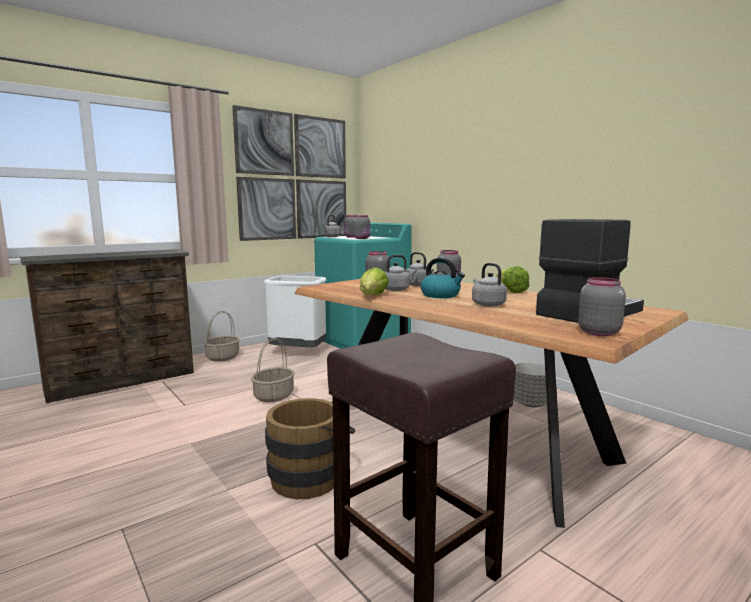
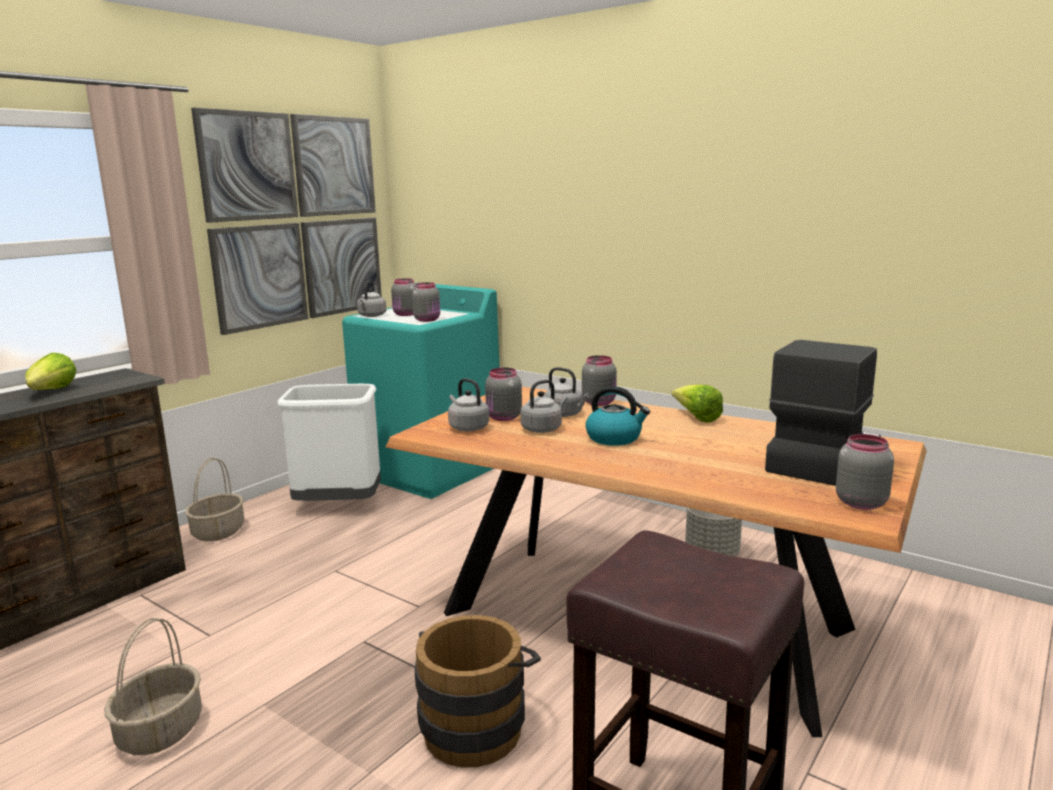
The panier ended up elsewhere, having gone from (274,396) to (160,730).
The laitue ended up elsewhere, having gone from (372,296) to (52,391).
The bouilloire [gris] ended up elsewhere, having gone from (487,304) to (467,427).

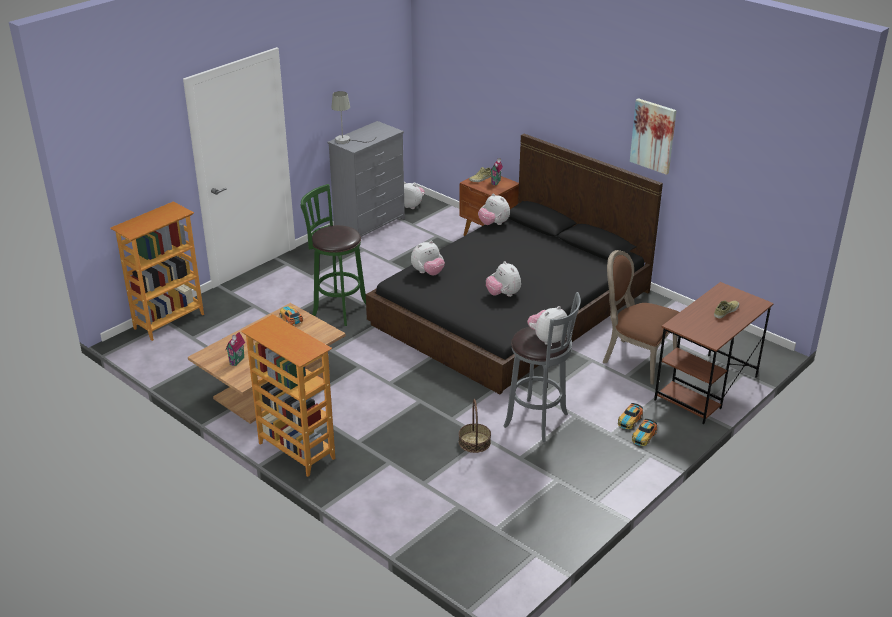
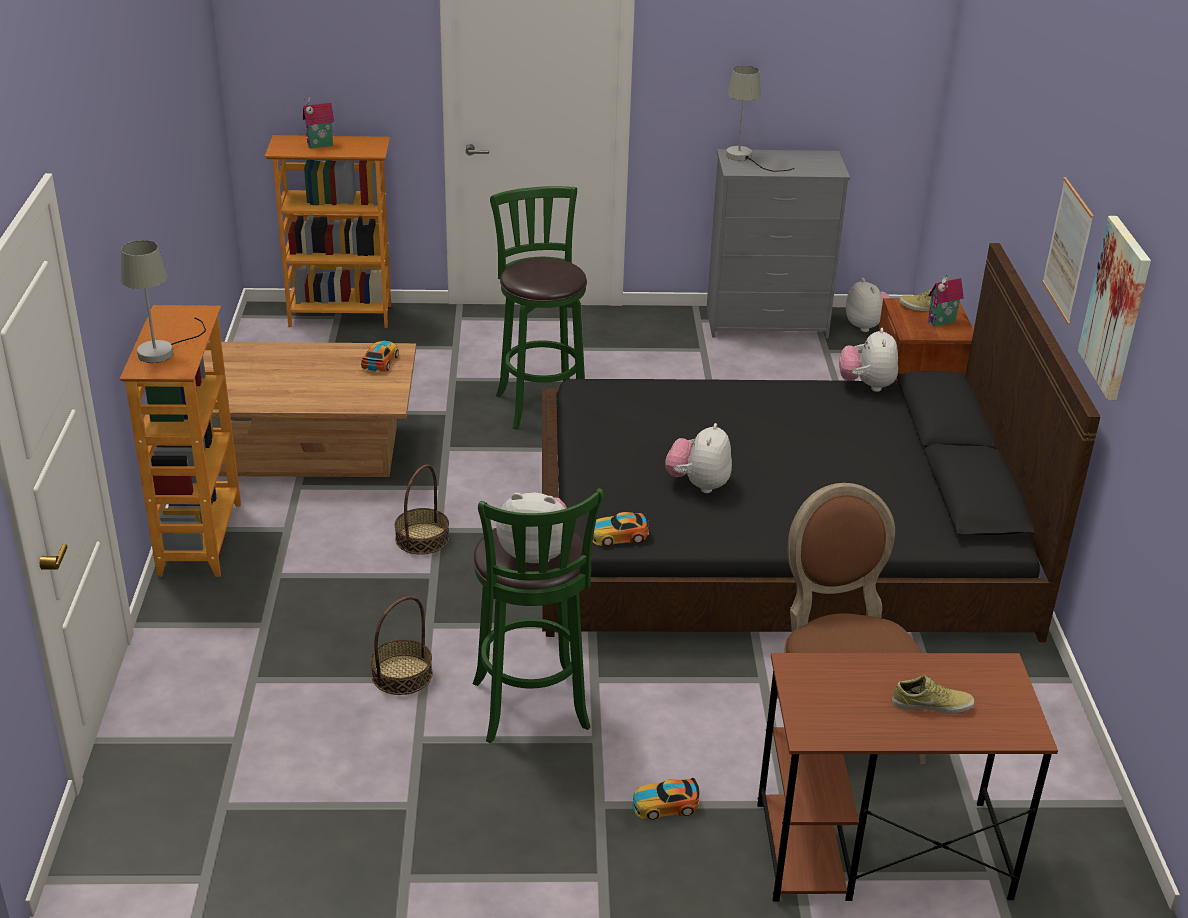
The second view lost the peluche at (428,273).
The second view gained the lampe de table [gris] at (163,350).
The second view gained the panier at (422,538).
The second view gained the tableau at (1067,250).
The maison miniature ended up elsewhere, having gone from (238,361) to (320,145).
The petite voiture ended up elsewhere, having gone from (644,436) to (618,535).
What was the tabouret [gris] at (539,421) turned into the tabouret [vert] at (532,710).

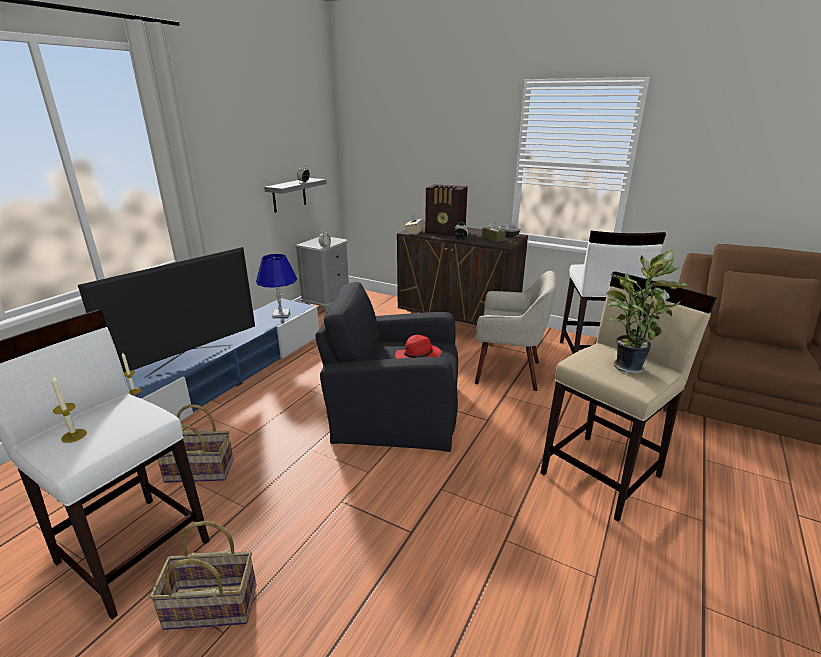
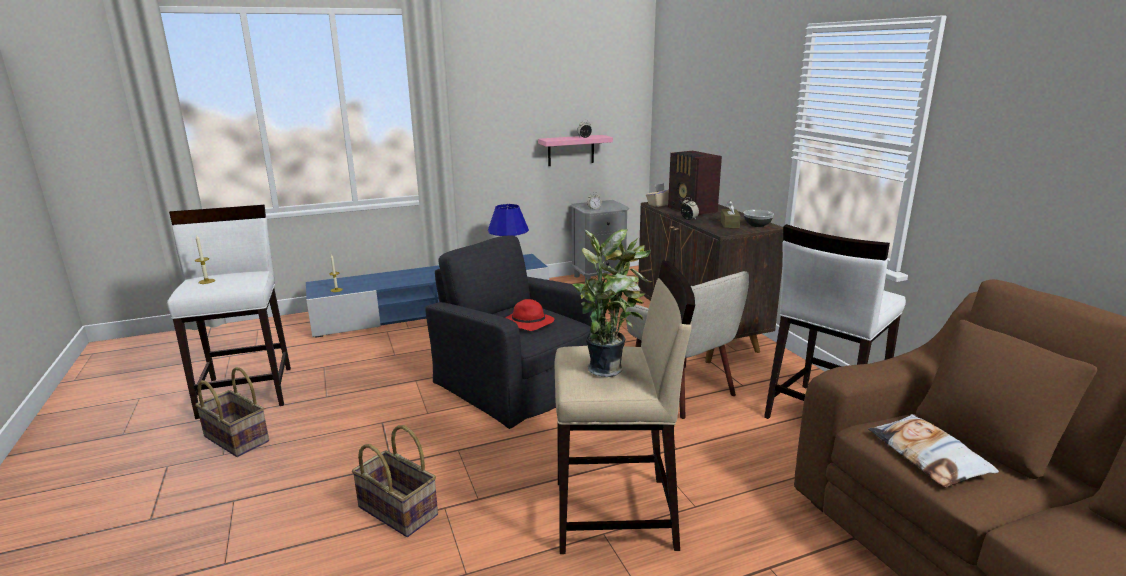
The second view lost the téléviseur at (190,360).
The second view gained the coussin at (928,456).
The panier ended up elsewhere, having gone from (200,470) to (399,510).
What was the étagère [gris] at (289,195) turned into the étagère [rose] at (571,150).

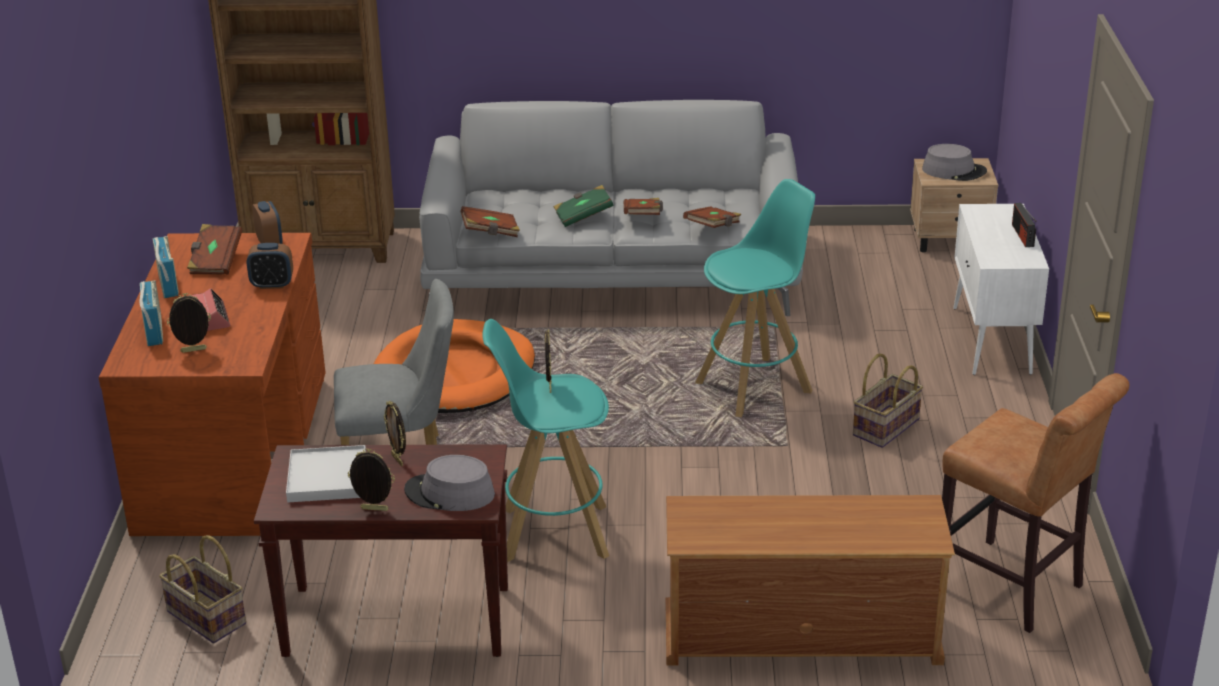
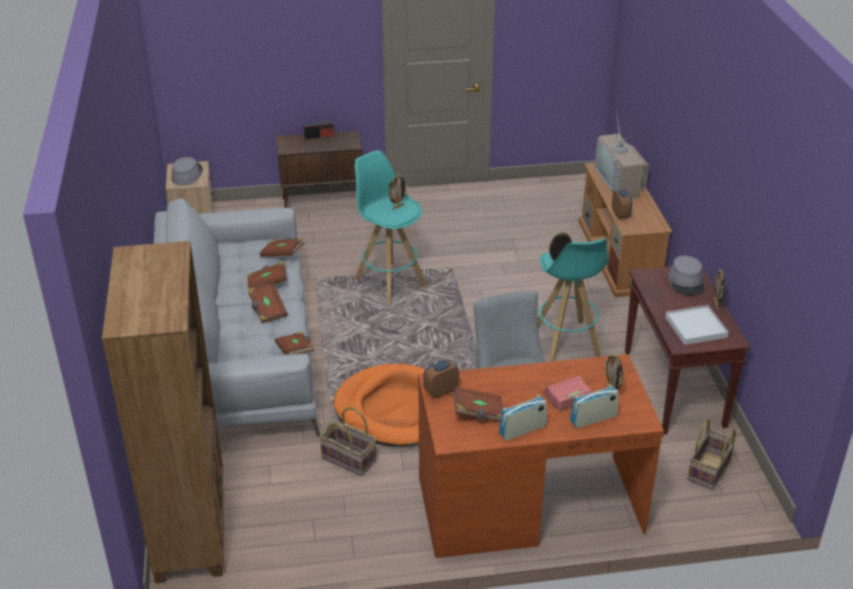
The second view lost the tabouret [marron] at (1015,590).
The second view gained the téléviseur at (620,183).
The réveil ended up elsewhere, having gone from (272,284) to (620,215).
The cadre photo ended up elsewhere, having gone from (398,460) to (397,207).
The panier ended up elsewhere, having gone from (886,428) to (349,459).
What was the livre [vert] at (583,216) turned into the livre [marron] at (267,310).
What was the meuble de rangement [blanc] at (992,341) turned into the meuble de rangement [marron] at (323,204).

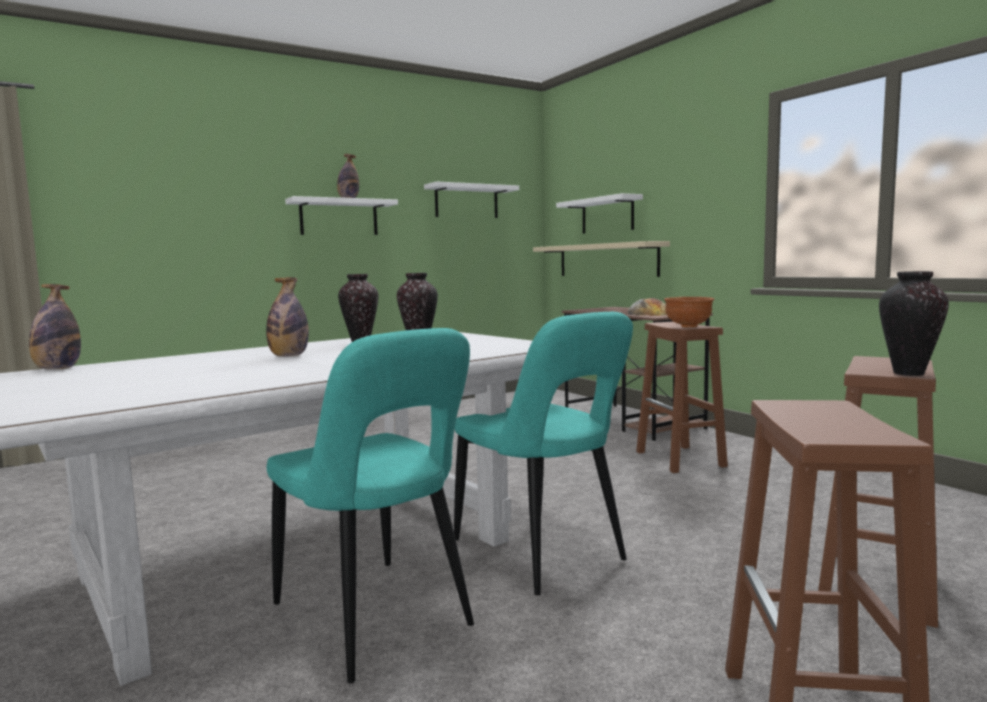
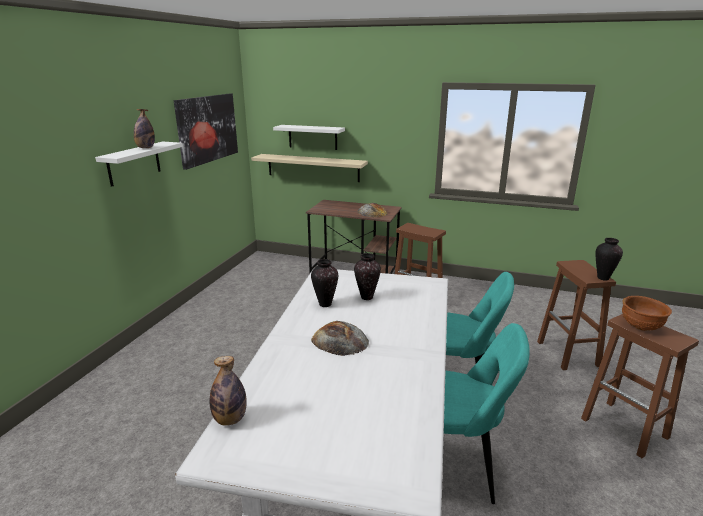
The bol [marron] ended up elsewhere, having gone from (688,326) to (641,327).
Where the bouteille stood at (289,356), the pain came to stand at (340,341).
Where the étagère [blanc] hung at (466,201), the tableau came to hang at (207,129).

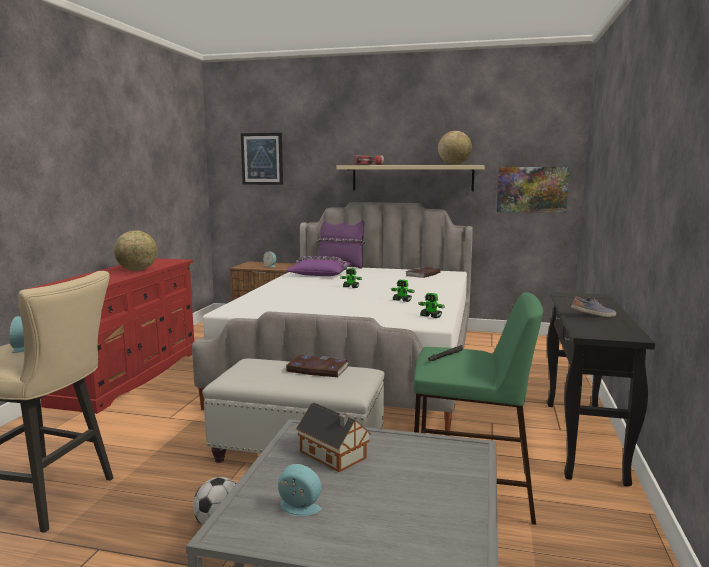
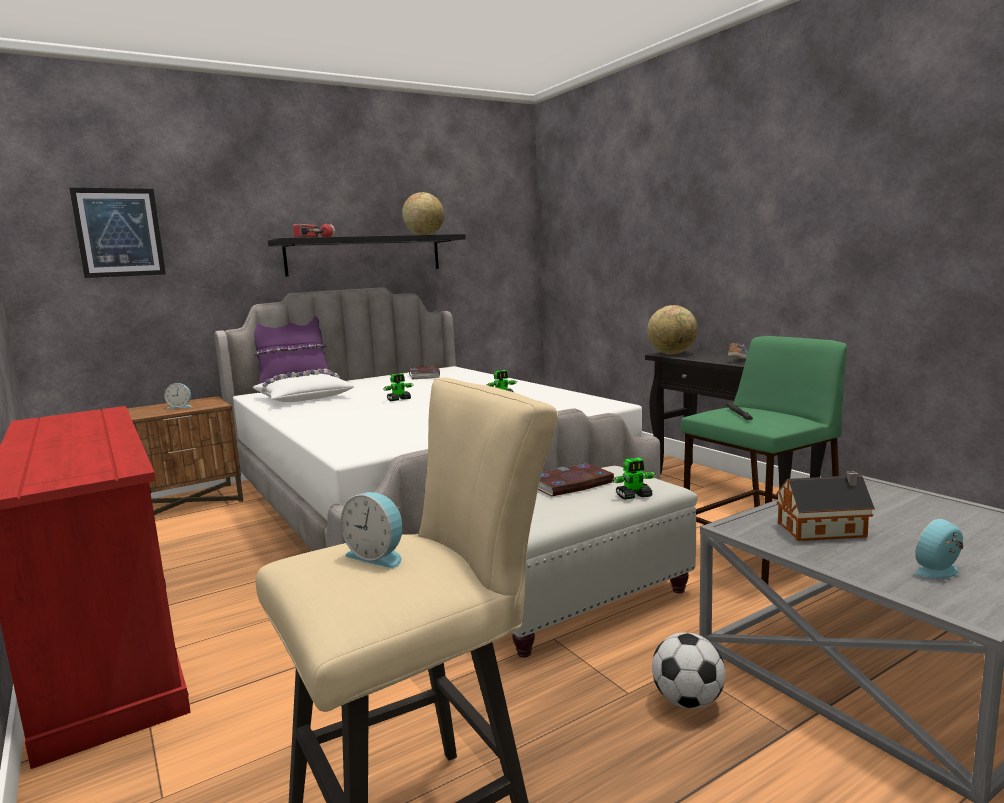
The second view lost the tableau at (532,189).
The globe ended up elsewhere, having gone from (137,270) to (672,354).
The robot jouet ended up elsewhere, having gone from (431,316) to (634,496).
What was the coussin [violet] at (320,274) turned into the coussin [blanc] at (303,397).
What was the étagère [beige] at (412,178) turned into the étagère [noir] at (365,255).

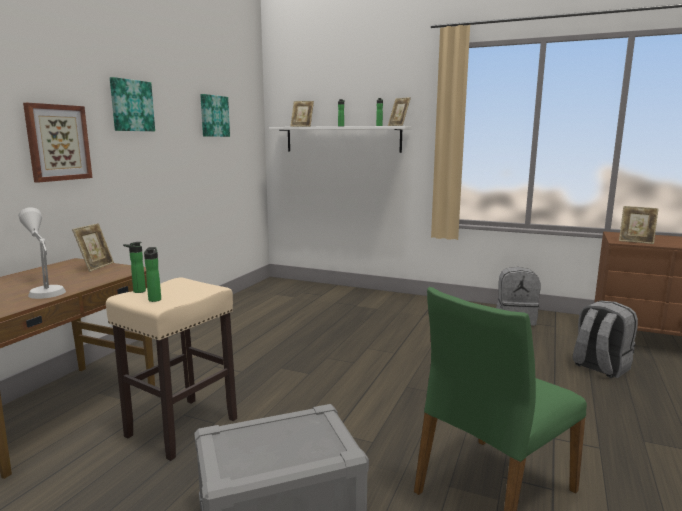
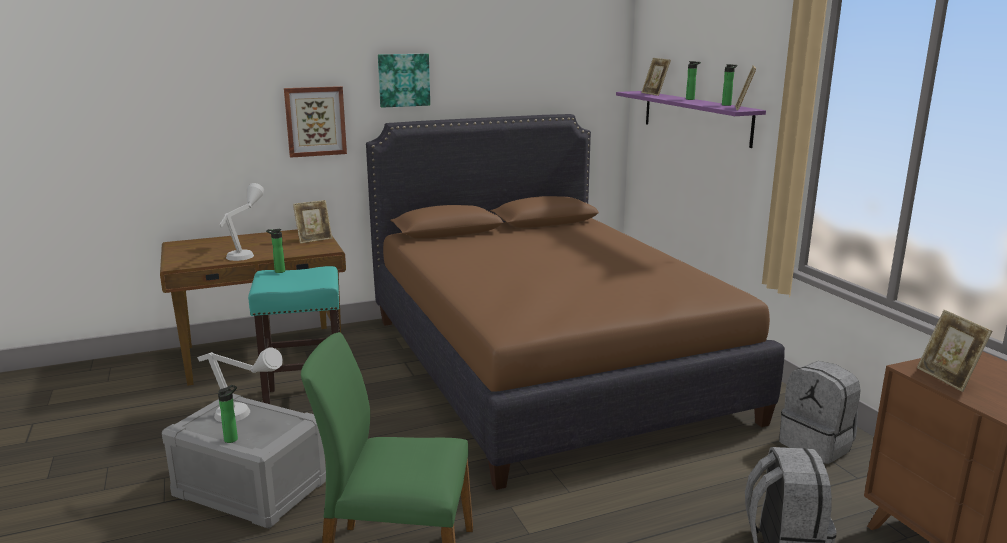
The second view lost the tableau at (214,116).
The second view gained the lampe de table [gris] at (245,418).
The second view gained the lit [marron] at (546,366).
The bouteille ended up elsewhere, having gone from (155,299) to (232,438).
What was the tabouret [beige] at (181,428) turned into the tabouret [turquoise] at (305,400).
What was the étagère [blanc] at (342,139) turned into the étagère [violet] at (695,117).

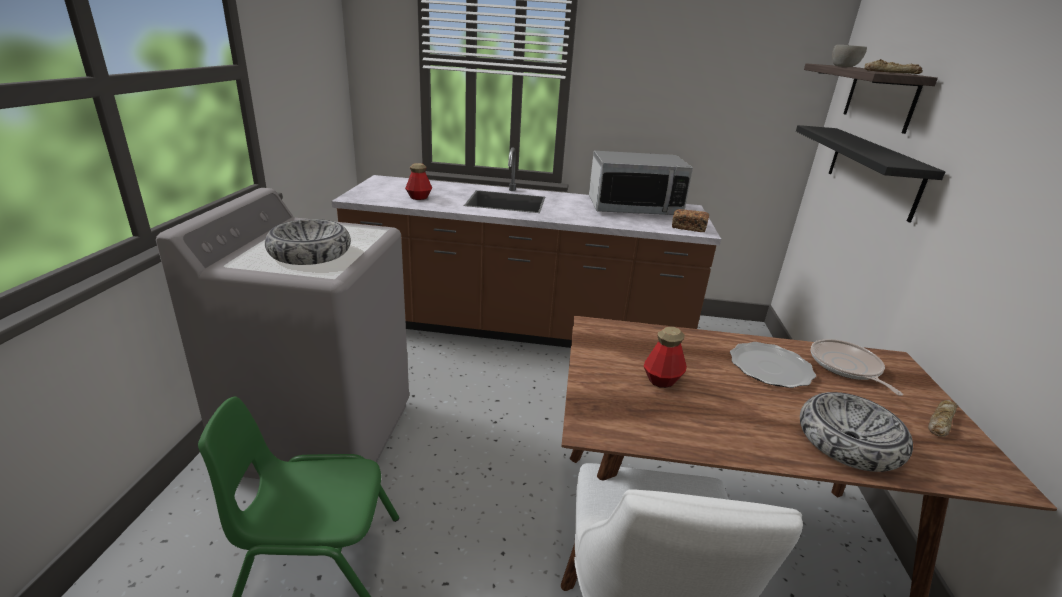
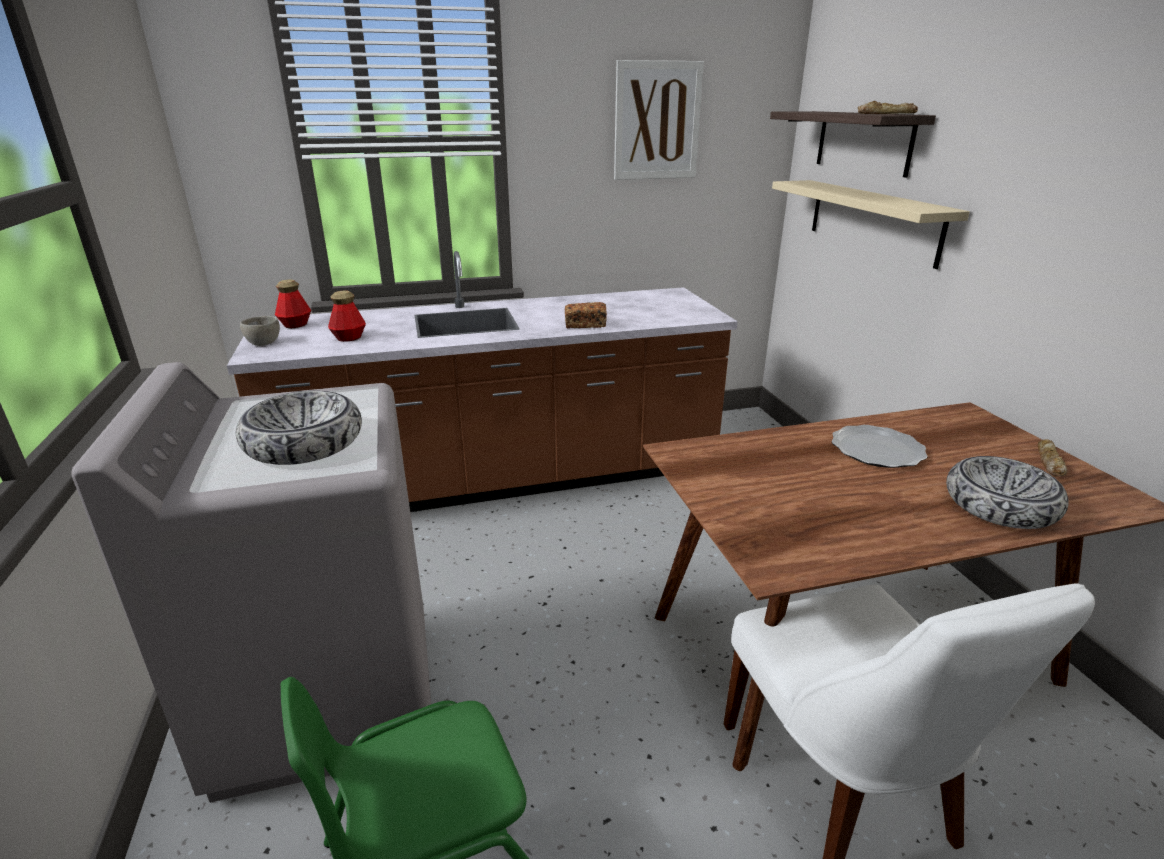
The second view lost the micro-ondes at (633,208).
The second view lost the poêle at (846,367).
The second view gained the tableau at (657,121).
The bouteille ended up elsewhere, having gone from (662,380) to (295,325).
The pain ended up elsewhere, having gone from (688,228) to (585,325).
The bol [gris] ended up elsewhere, having gone from (844,66) to (264,342).
What was the étagère [noir] at (872,170) turned into the étagère [beige] at (872,220).

